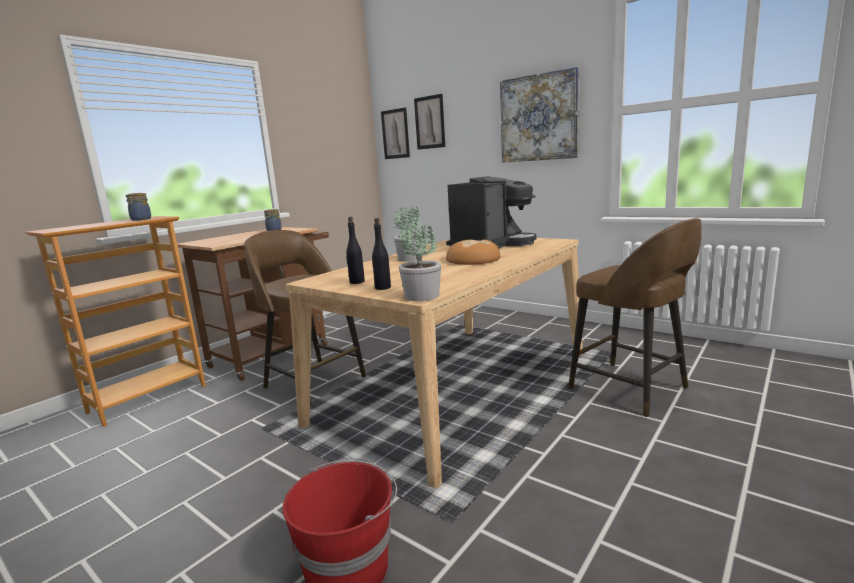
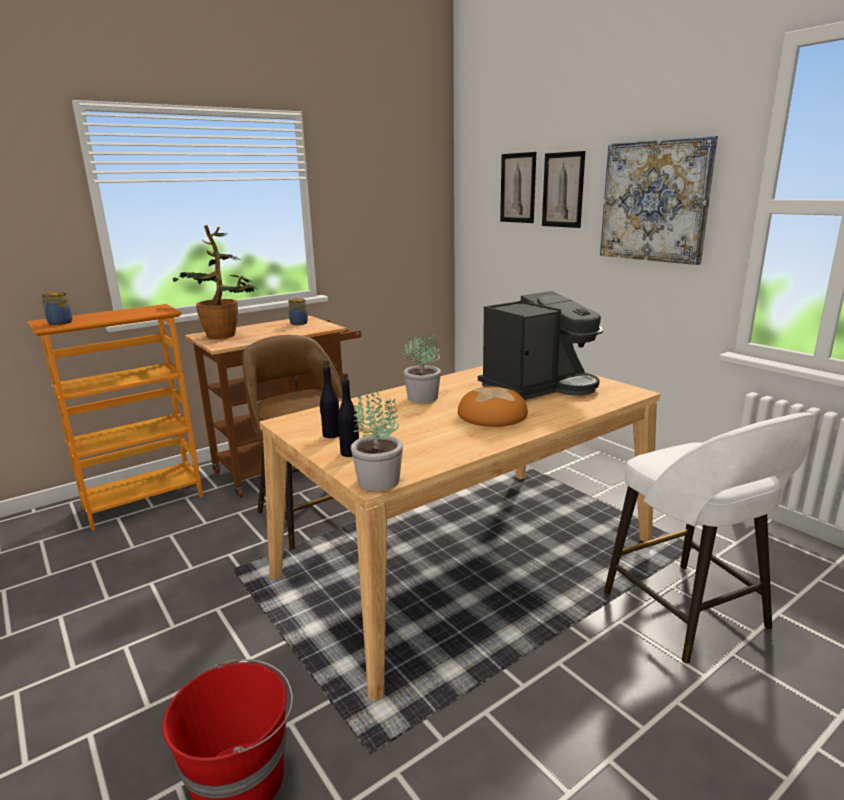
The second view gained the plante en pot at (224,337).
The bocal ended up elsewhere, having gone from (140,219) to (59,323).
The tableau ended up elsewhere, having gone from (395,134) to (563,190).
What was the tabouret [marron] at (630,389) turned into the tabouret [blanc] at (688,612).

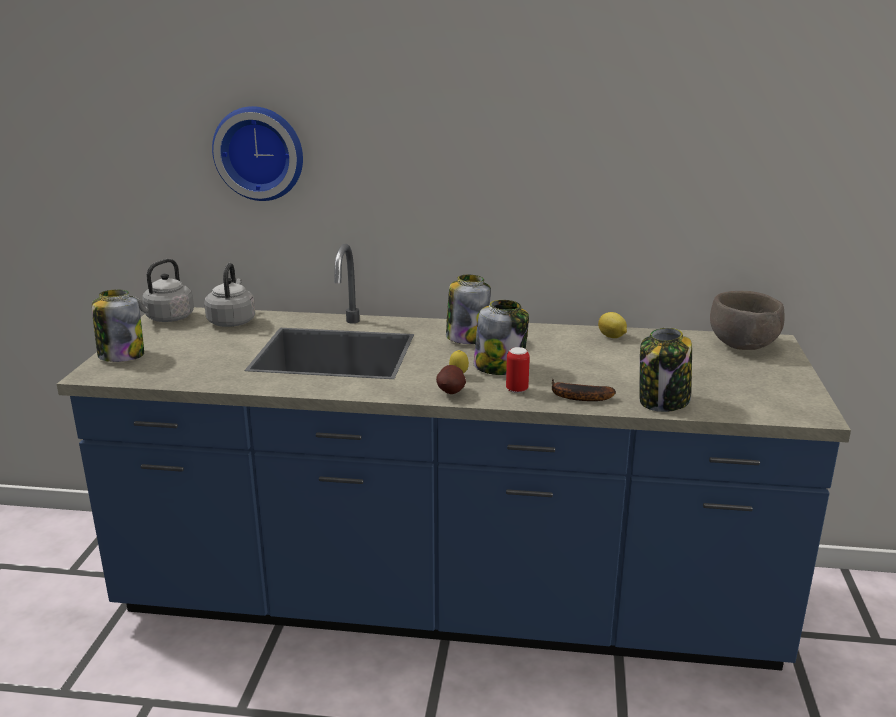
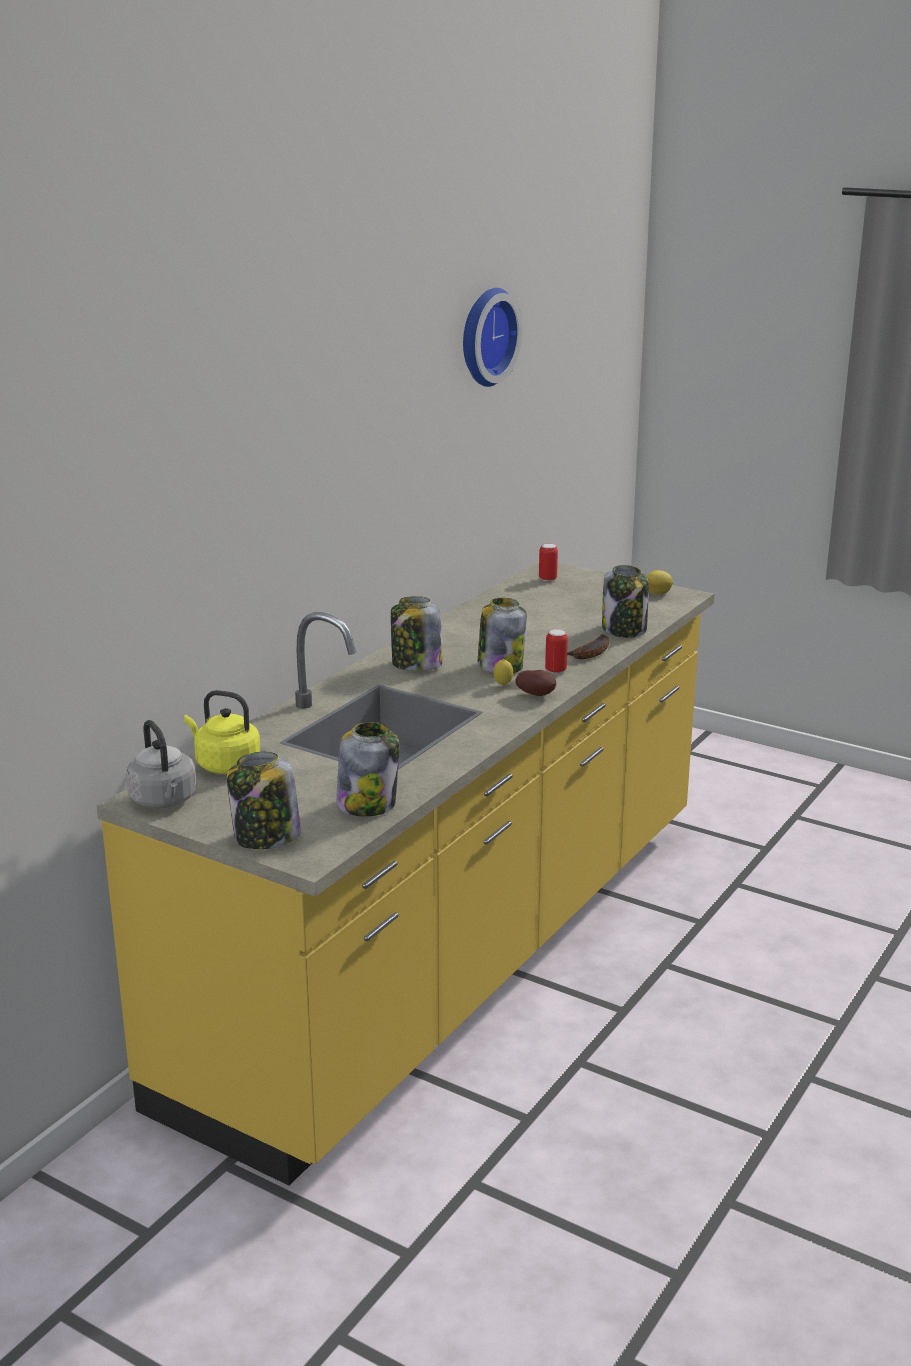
The second view gained the bocal at (367,804).
The horloge murale ended up elsewhere, having gone from (260,152) to (484,336).
The citron ended up elsewhere, having gone from (612,337) to (658,593).
Where the bol [marron] stood at (742,346), the boîte métallique came to stand at (547,579).
What was the comptoir de cuisine [bleu] at (448,600) turned into the comptoir de cuisine [jaune] at (455,953).
What was the bouilloire [gris] at (232,321) turned into the bouilloire [jaune] at (225,765).

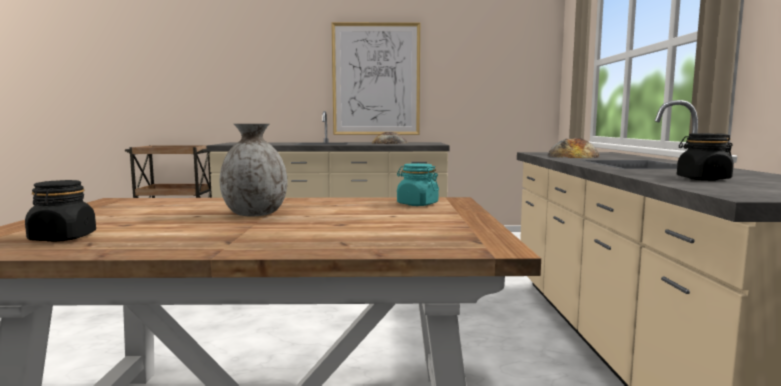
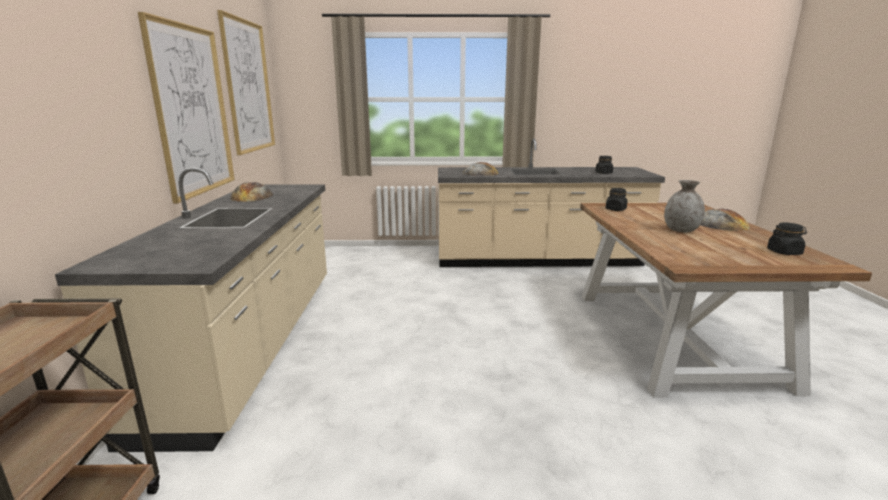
The second view gained the tableau at (248,86).
The second view gained the pain at (720,224).
What was the bocal [turquoise] at (417,204) turned into the bocal [noir] at (615,209).

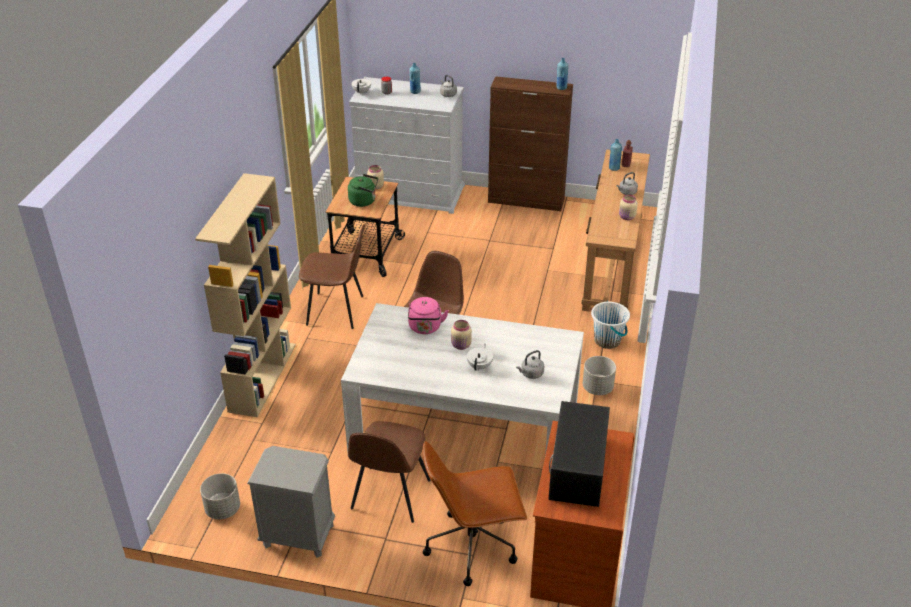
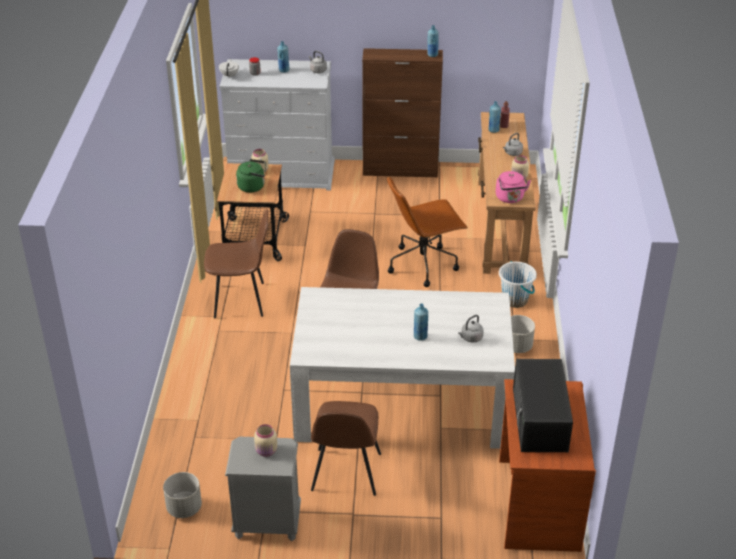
The second view lost the bibliothèque [beige] at (262,377).
The bouilloire [rose] ended up elsewhere, having gone from (425,328) to (510,198).
The chaise de bureau [marron] ended up elsewhere, having gone from (473,546) to (423,264).
The bocal [beige] ended up elsewhere, having gone from (461,345) to (266,451).
Where the théière [blanc] stood at (480,366), the bouteille [bleu] came to stand at (420,336).

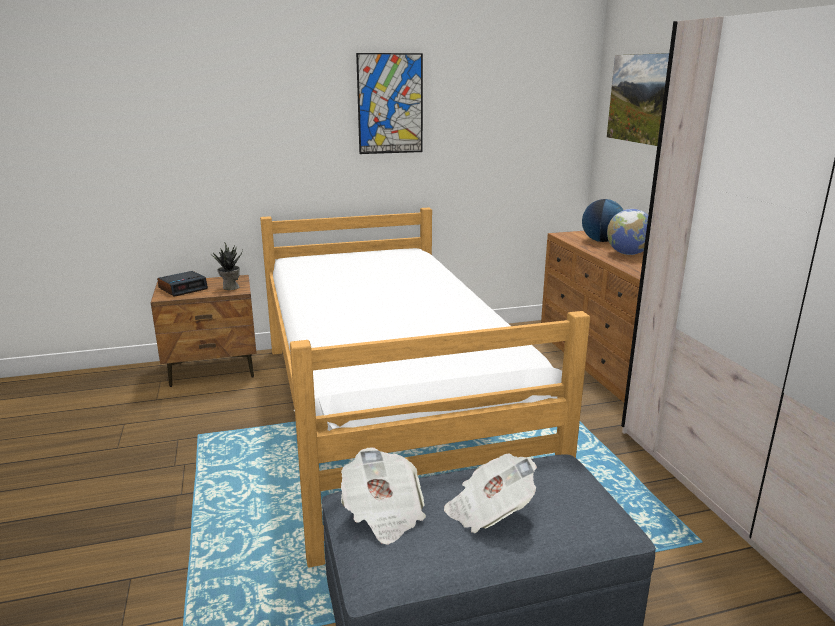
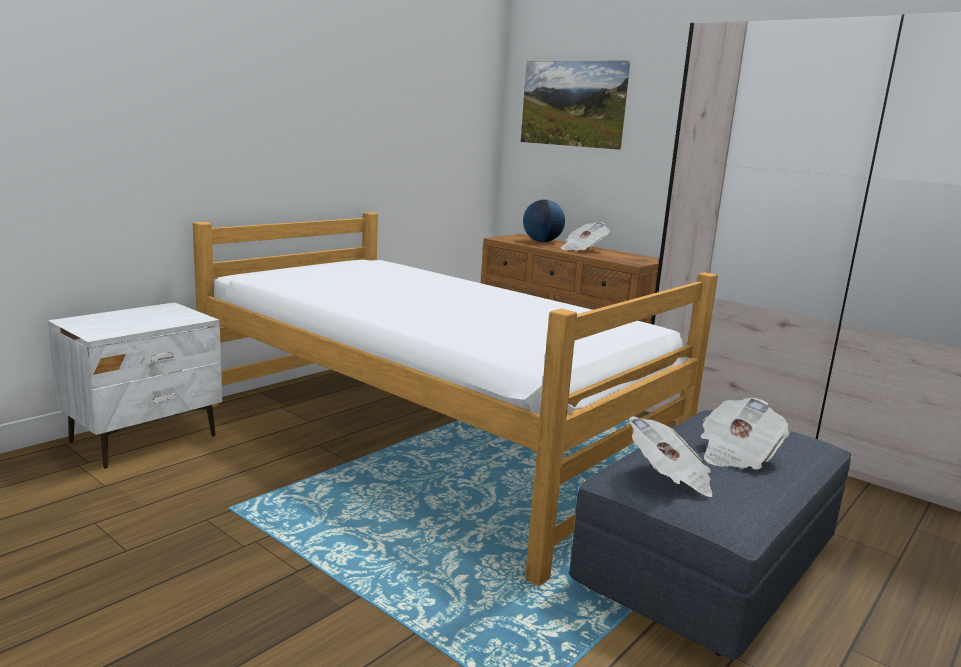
The second view lost the réveil at (183,288).
The second view lost the plante en pot at (230,287).
The second view lost the tableau at (390,104).
Where the globe stood at (628,254), the journal came to stand at (582,249).
What was the table de chevet [marron] at (213,370) turned into the table de chevet [blanc] at (145,438).

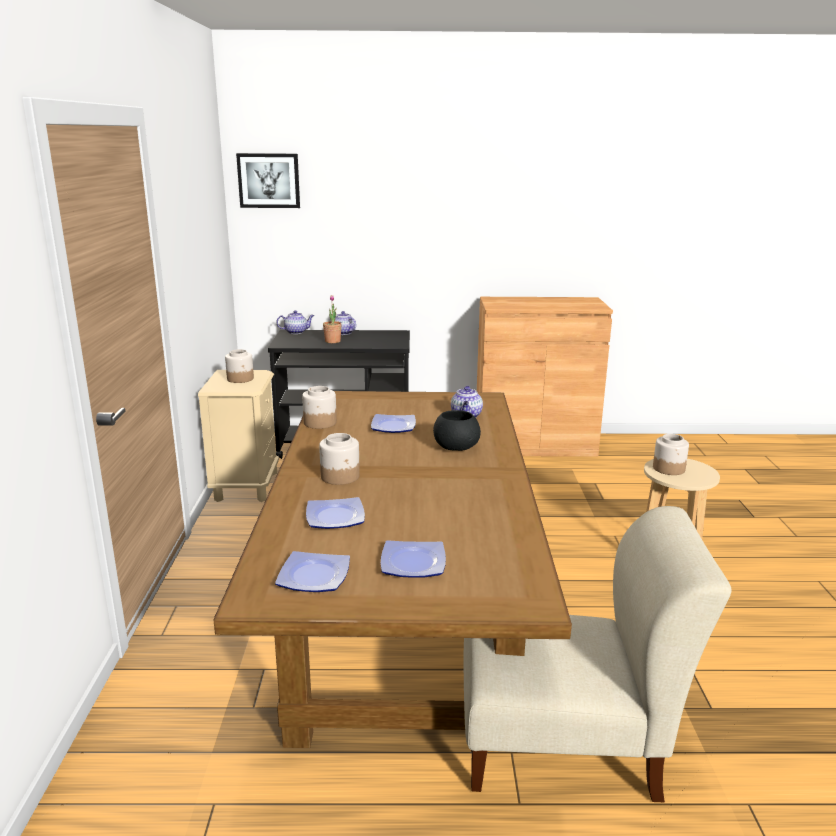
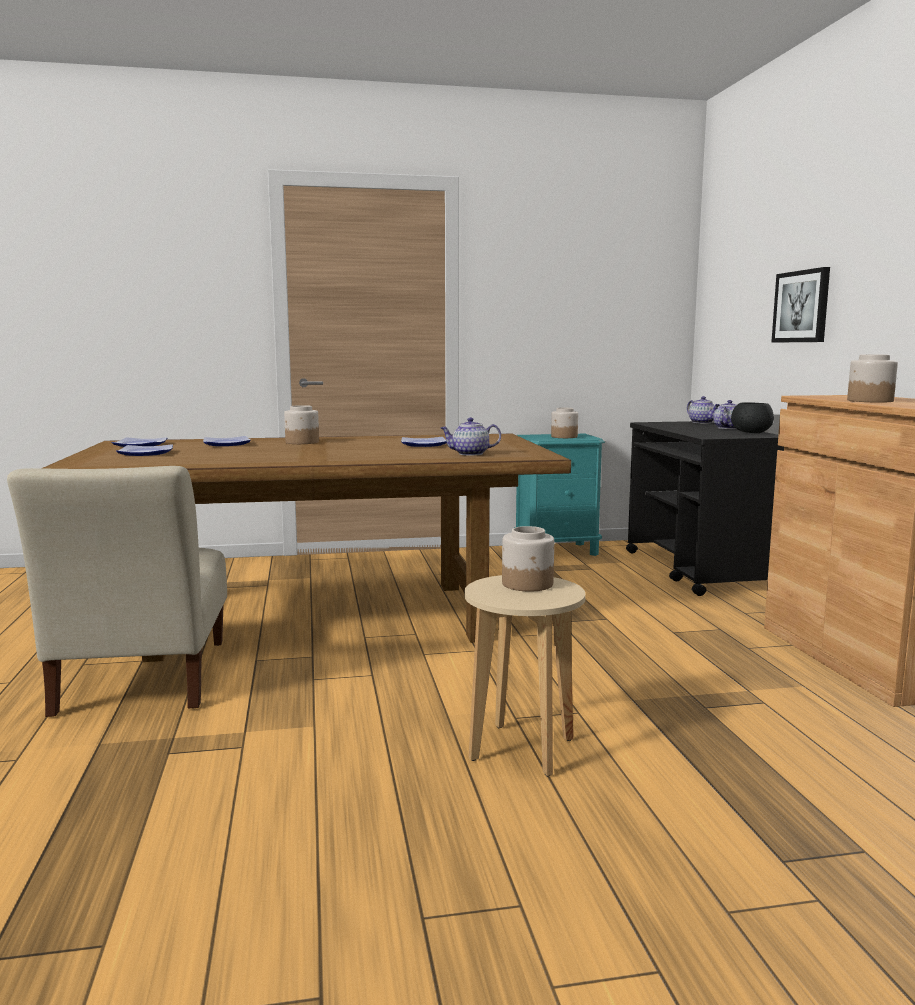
The second view lost the plante en pot at (332,341).
The tableau ended up elsewhere, having gone from (269,180) to (802,306).
The bocal ended up elsewhere, having gone from (319,423) to (869,401).
The bol [noir] ended up elsewhere, having gone from (455,447) to (752,432).
What was the table de chevet [beige] at (246,486) turned into the table de chevet [turquoise] at (557,550).

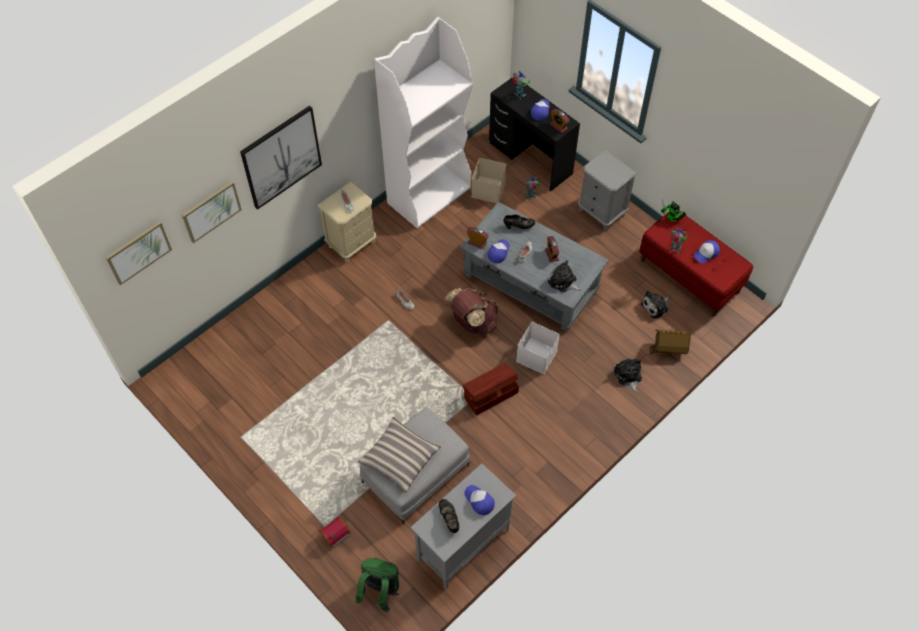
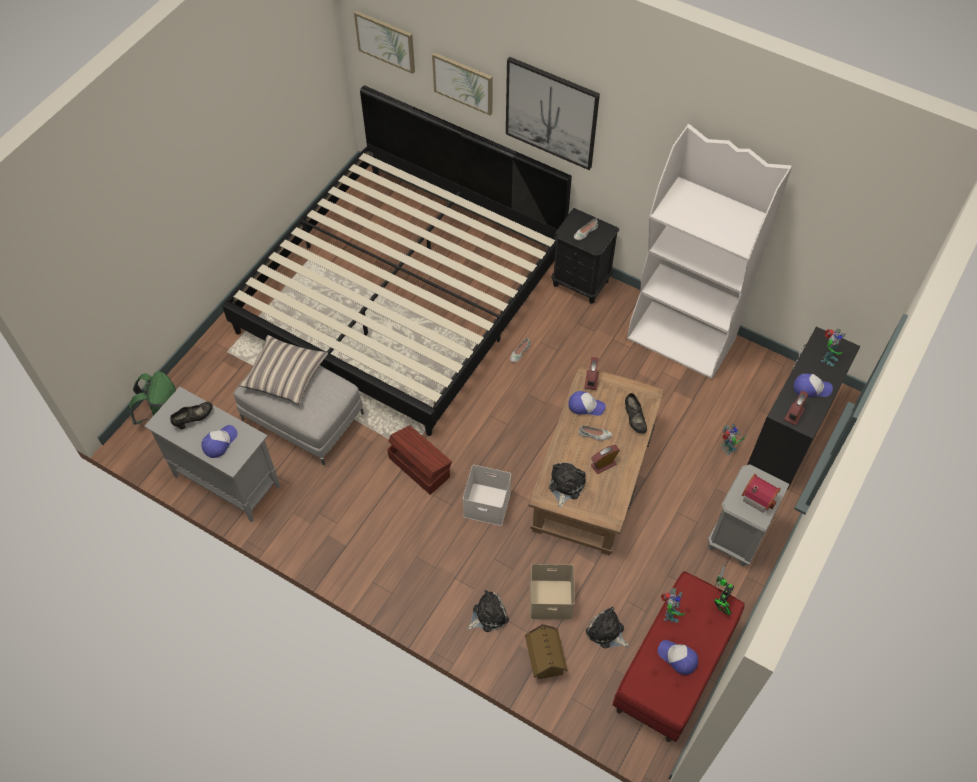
The second view lost the sac à dos [marron] at (472,322).
The second view gained the lit at (401,294).
The maison miniature ended up elsewhere, having gone from (334,535) to (758,496).
The boîte de rangement [beige] ended up elsewhere, having gone from (488,190) to (549,601).
What was the table de chevet [beige] at (352,243) turned into the table de chevet [noir] at (581,282).
What was the table basse [gris] at (530,281) turned into the table basse [marron] at (593,475).

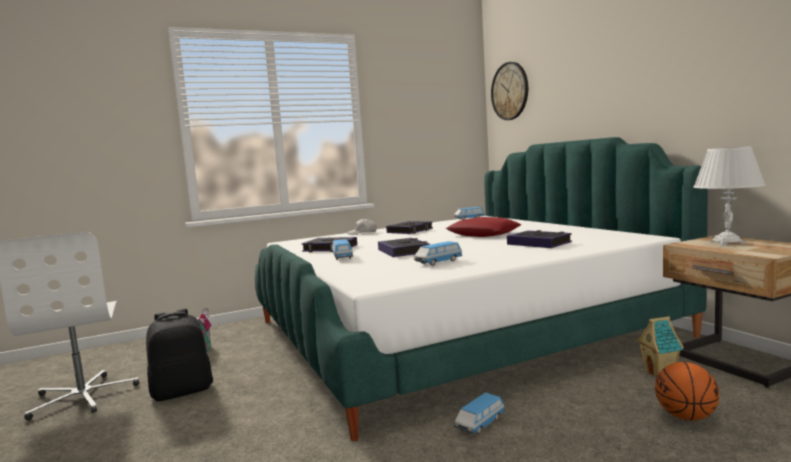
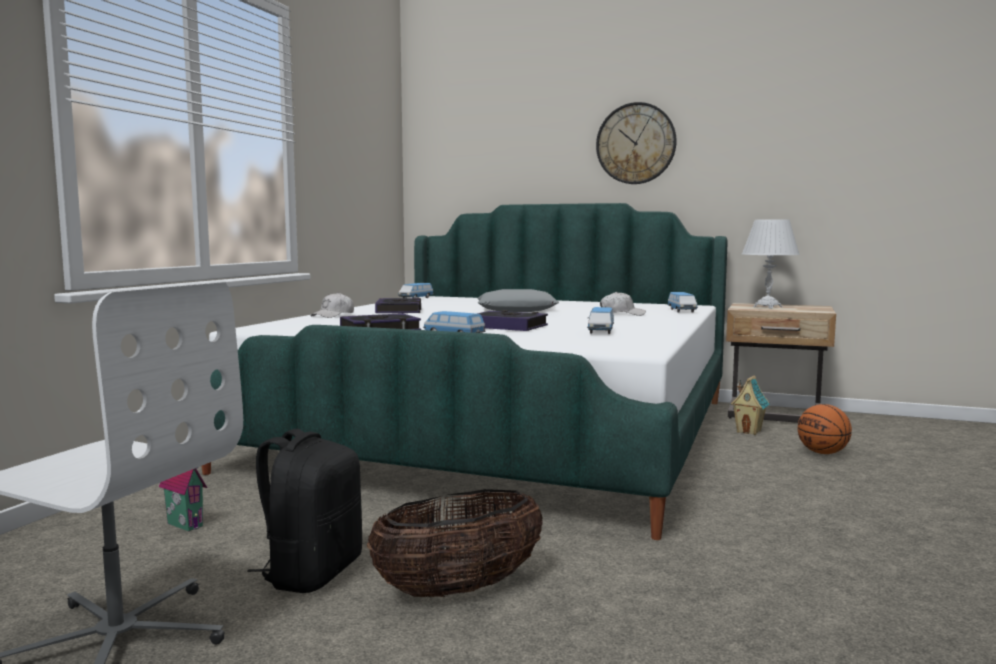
The second view gained the panier at (458,589).
The petite voiture ended up elsewhere, having gone from (480,424) to (682,311).
The horloge murale ended up elsewhere, having gone from (510,91) to (636,143).
Where the livre stood at (539,243), the casquette [blanc] came to stand at (621,314).
What was the coussin [rouge] at (483,234) turned into the coussin [gris] at (517,309).

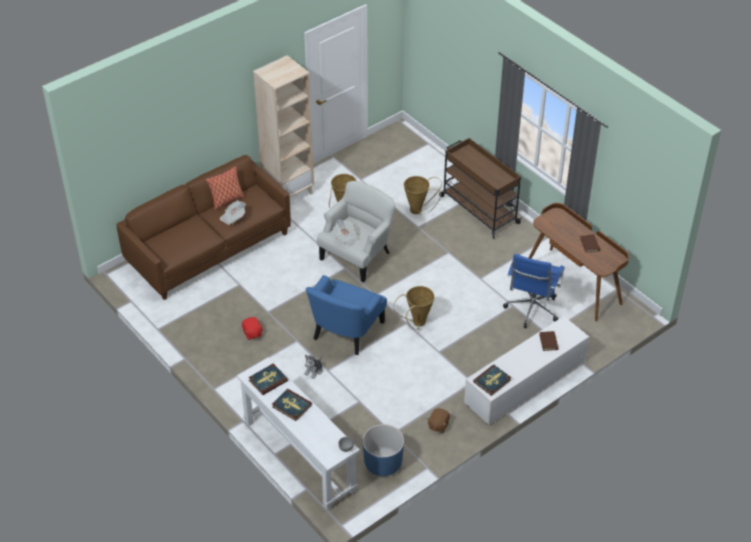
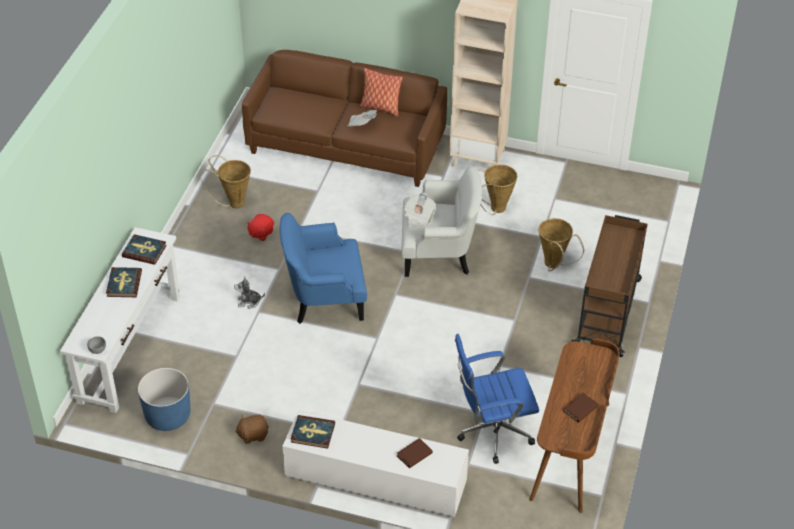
The panier ended up elsewhere, having gone from (416,323) to (233,203).

